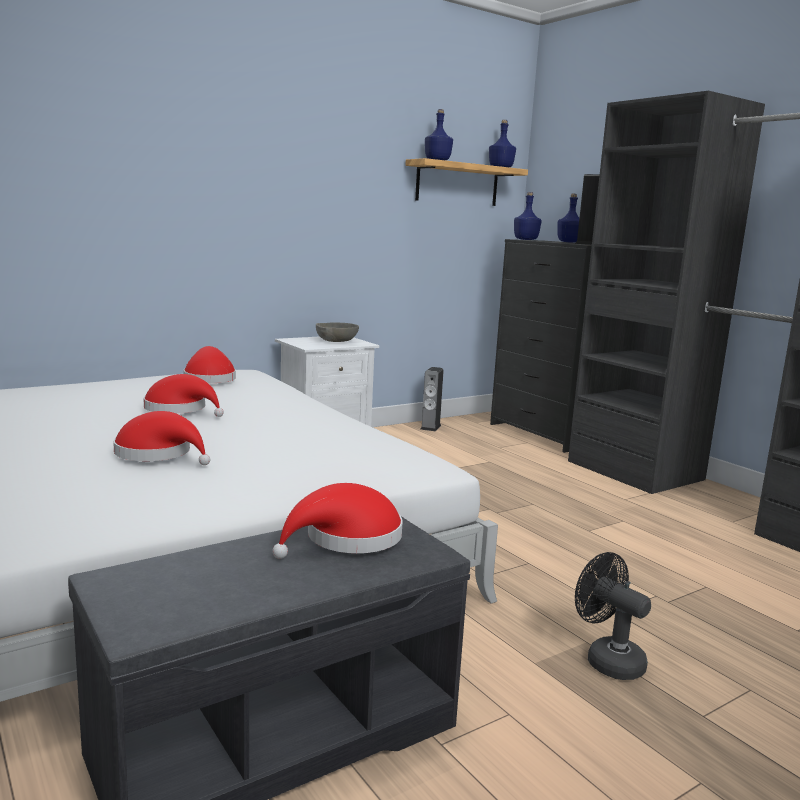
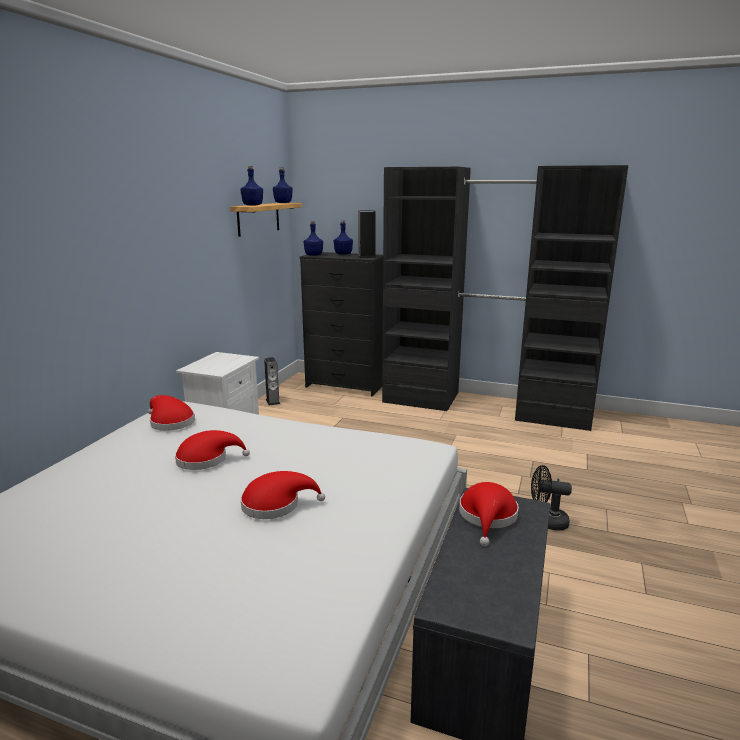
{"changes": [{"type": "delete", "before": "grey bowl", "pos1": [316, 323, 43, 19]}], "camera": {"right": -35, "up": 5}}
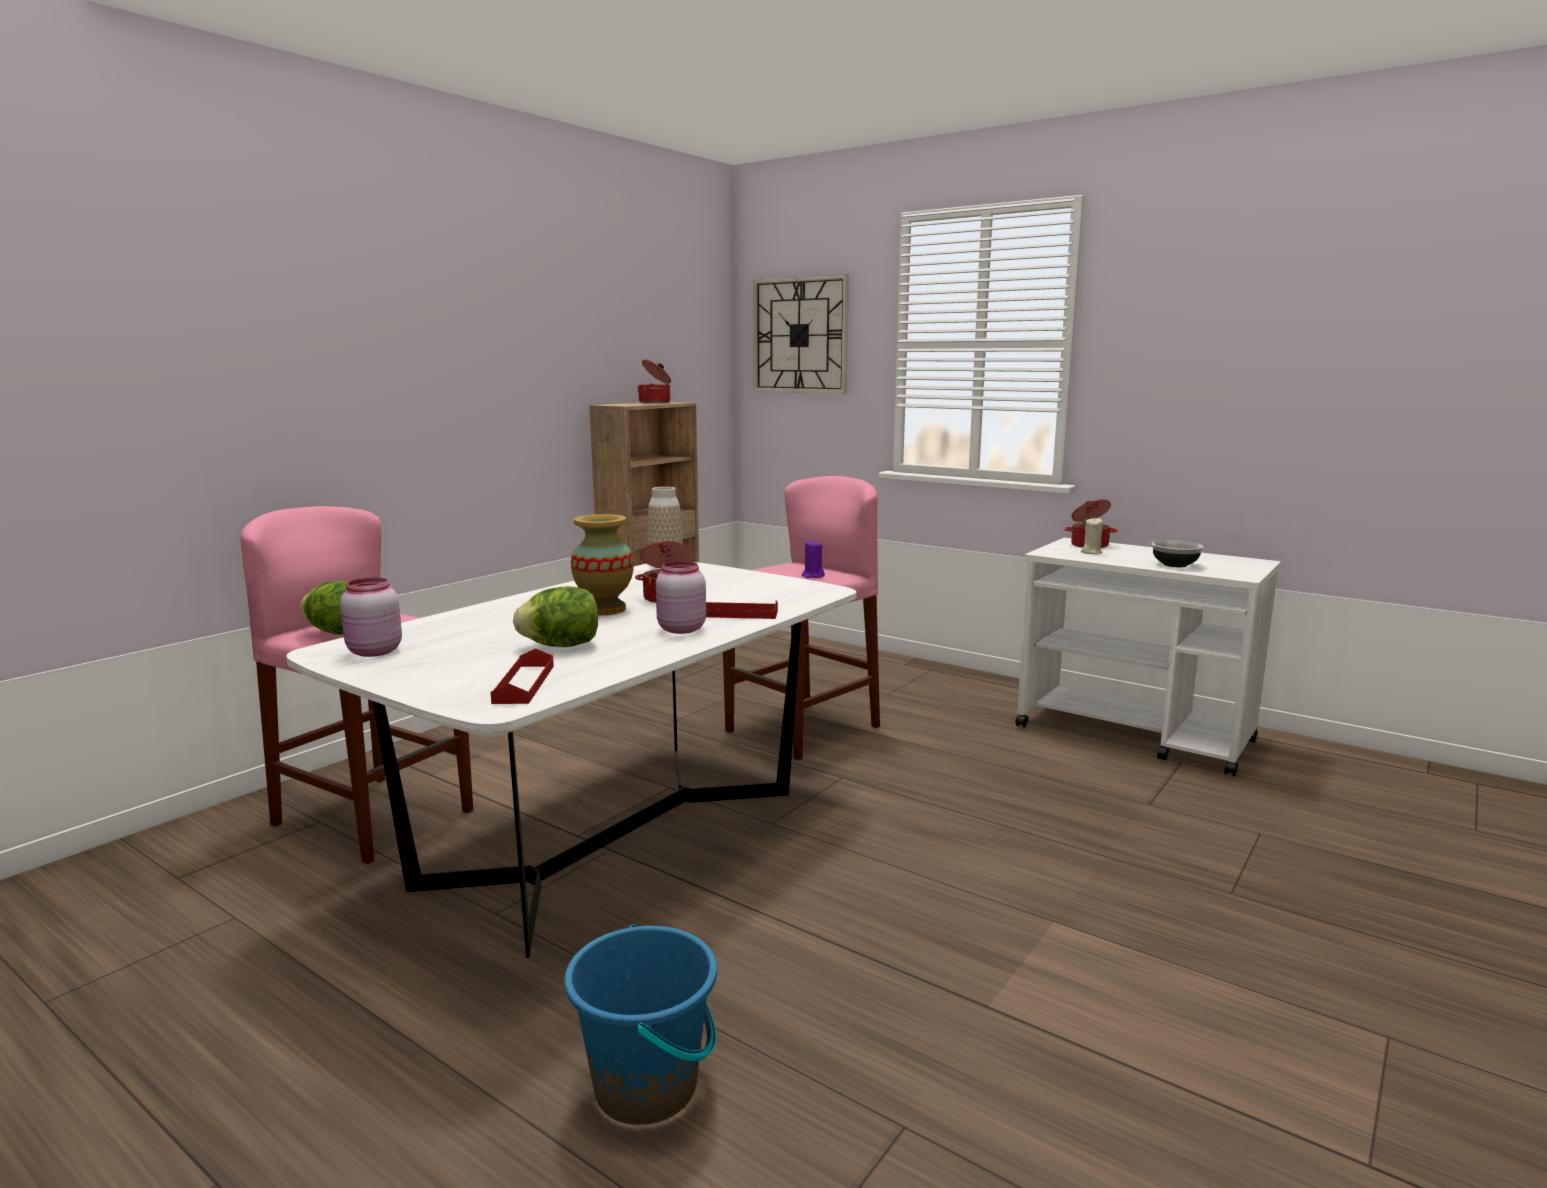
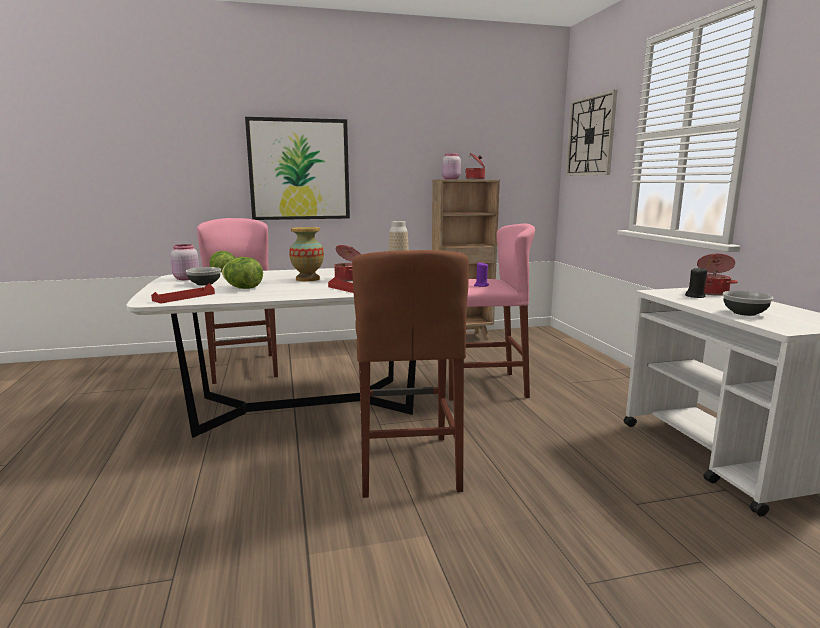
{"changes": [{"type": "insert", "after": "bowl", "pos2": [186, 267, 35, 18]}, {"type": "insert", "after": "picture", "pos2": [245, 117, 105, 103]}, {"type": "insert", "after": "brown stool", "pos2": [352, 250, 117, 248]}, {"type": "move", "before": "pink jar", "pos1": [656, 561, 50, 73], "pos2": [442, 153, 19, 26]}, {"type": "recolor", "before": "beige candle", "after": "black candle", "pos1": [1081, 517, 22, 37], "pos2": [685, 267, 22, 31]}, {"type": "delete", "before": "blue bucket", "pos1": [564, 924, 153, 201]}], "camera": {"right": 40, "up": 0}}
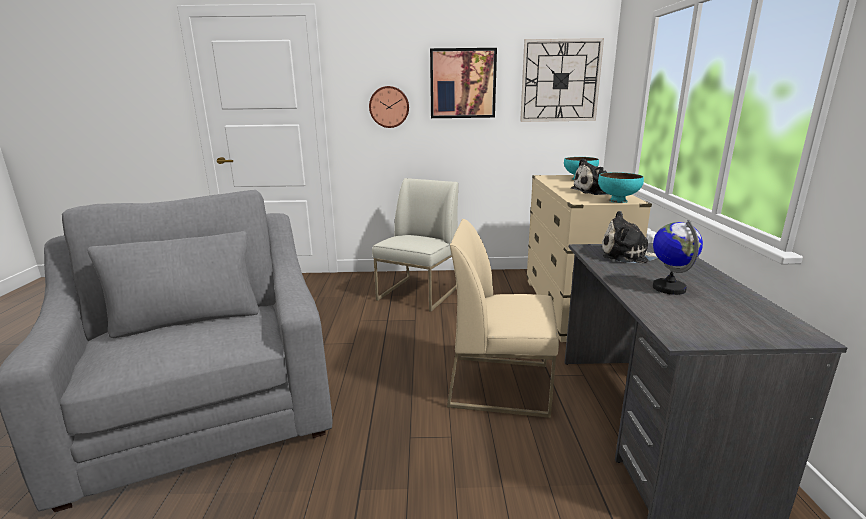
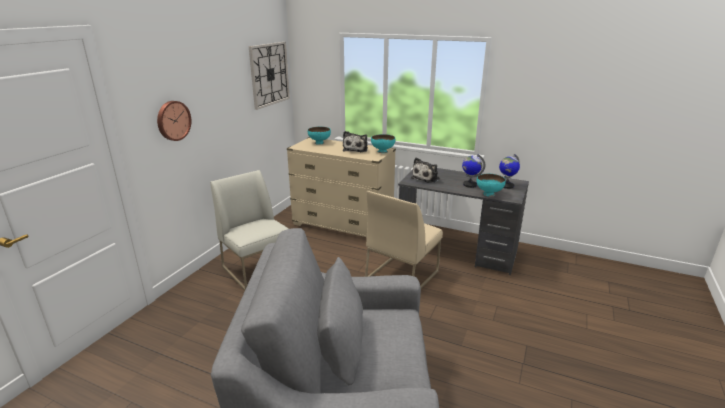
{"changes": [{"type": "insert", "after": "turquoise bowl", "pos2": [477, 174, 29, 23]}, {"type": "insert", "after": "globe", "pos2": [499, 154, 21, 35]}, {"type": "delete", "before": "picture", "pos1": [430, 48, 67, 70]}], "camera": {"right": -65, "up": 5}}
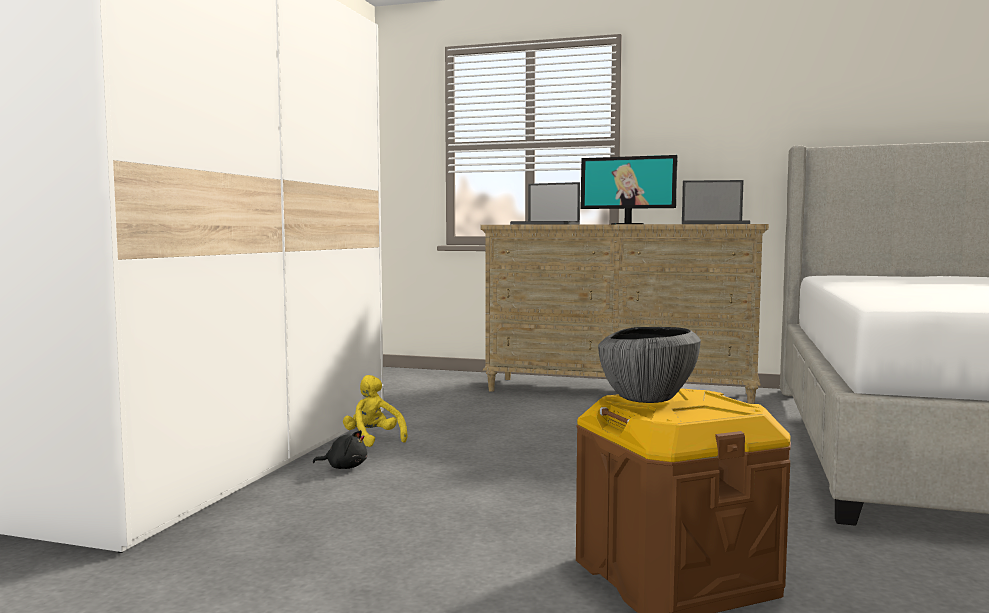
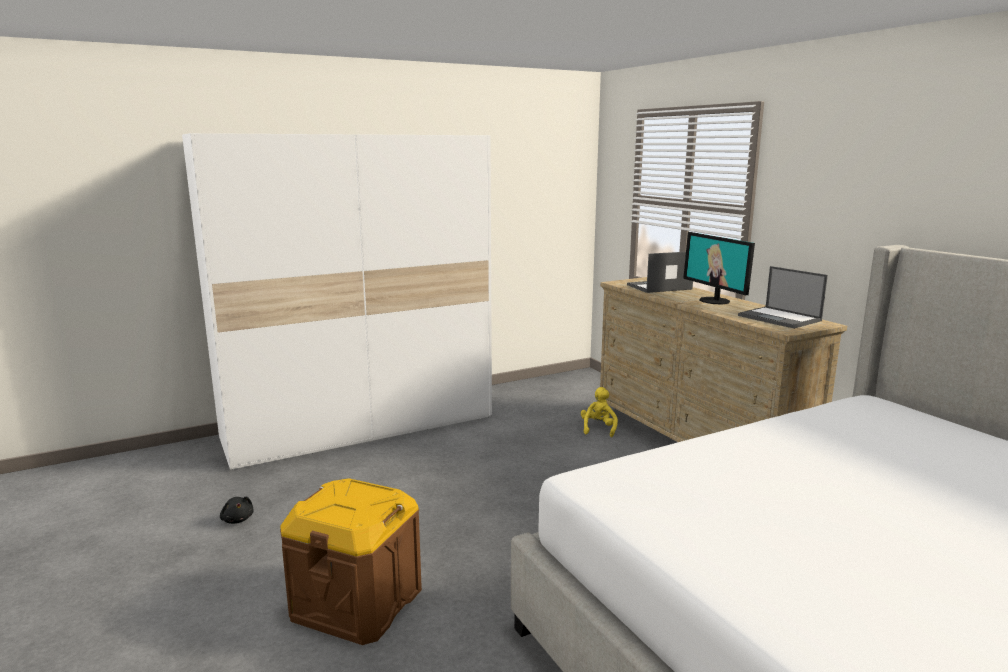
{"changes": [{"type": "move", "before": "black plush toy", "pos1": [313, 430, 54, 39], "pos2": [220, 497, 33, 27]}, {"type": "move", "before": "yellow plush toy", "pos1": [343, 375, 65, 72], "pos2": [581, 387, 37, 50]}, {"type": "rotate", "before": "laptop", "pos1": [510, 182, 70, 43], "pos2": [627, 252, 66, 41], "turn": 90}, {"type": "delete", "before": "bowl", "pos1": [598, 327, 103, 76]}], "camera": {"right": 45, "up": 10}}
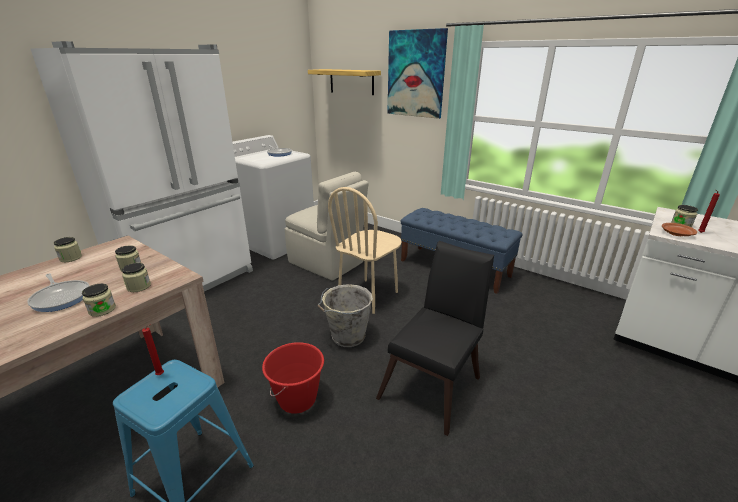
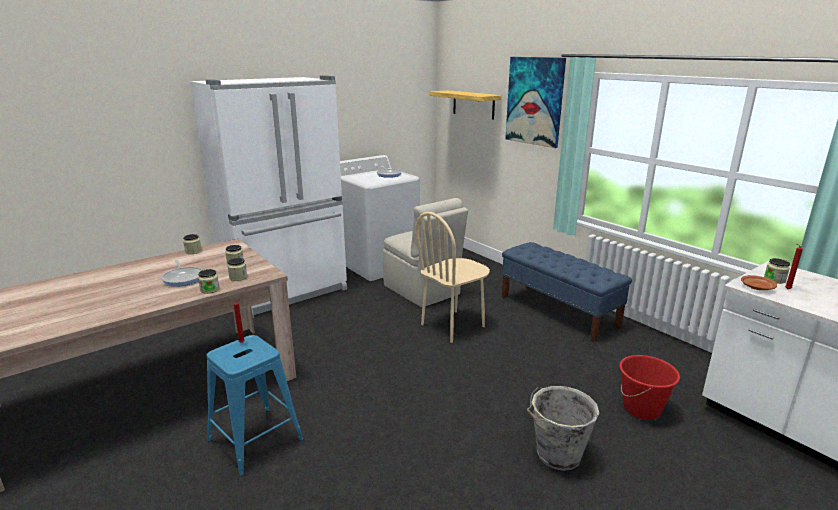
{"changes": [{"type": "move", "before": "grey bucket", "pos1": [318, 284, 55, 63], "pos2": [527, 386, 72, 85]}, {"type": "move", "before": "red bucket", "pos1": [262, 342, 62, 72], "pos2": [619, 355, 61, 65]}, {"type": "delete", "before": "black chair", "pos1": [376, 241, 118, 195]}], "camera": {"right": 15, "up": -5}}
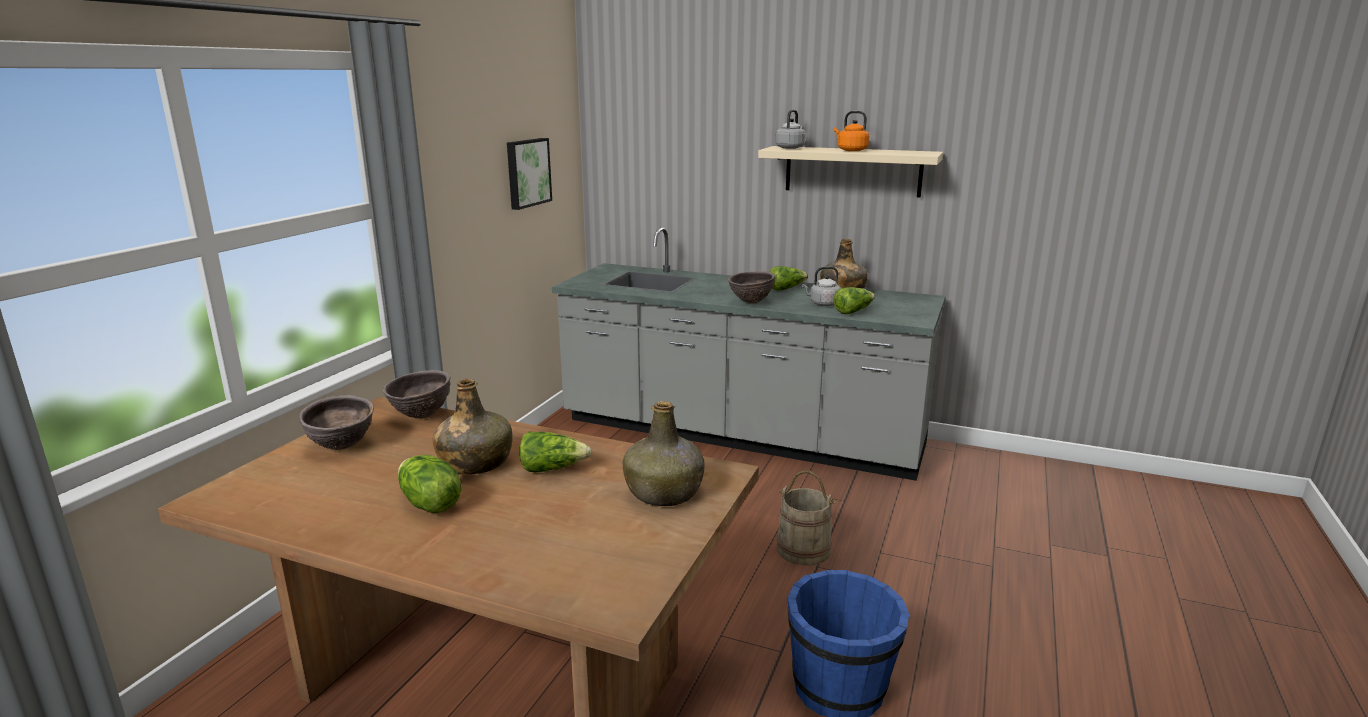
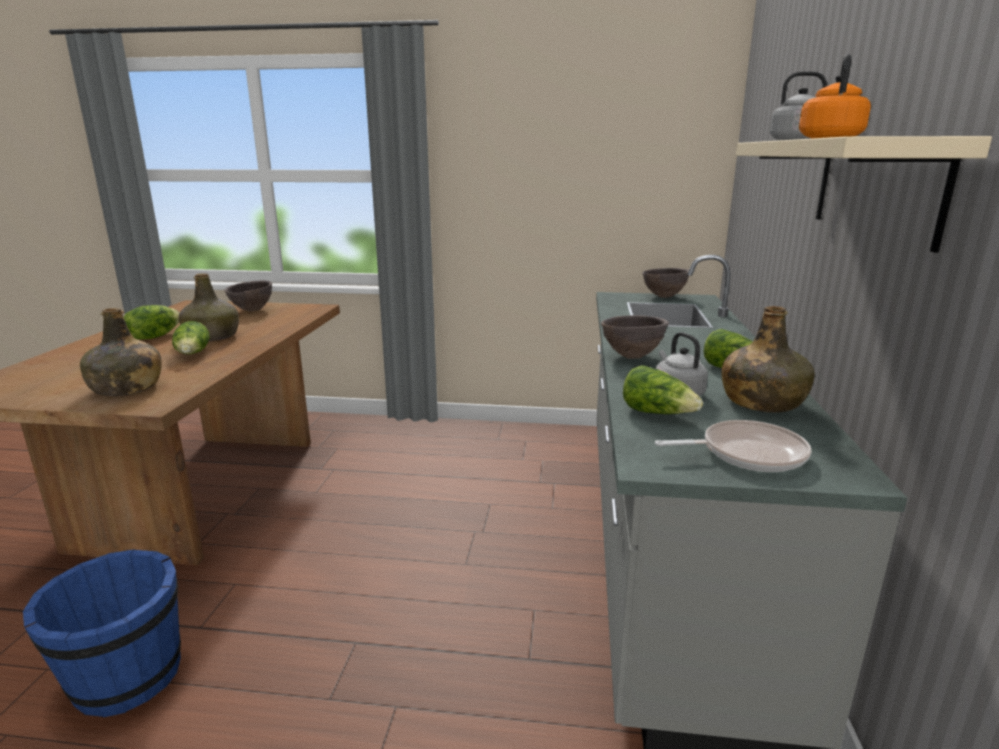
{"changes": [{"type": "move", "before": "brown bowl", "pos1": [383, 370, 67, 49], "pos2": [642, 268, 47, 30]}, {"type": "insert", "after": "frying pan", "pos2": [655, 420, 156, 52]}, {"type": "delete", "before": "picture", "pos1": [507, 138, 45, 72]}, {"type": "delete", "before": "beige bucket", "pos1": [777, 470, 59, 95]}], "camera": {"right": 75, "up": 0}}
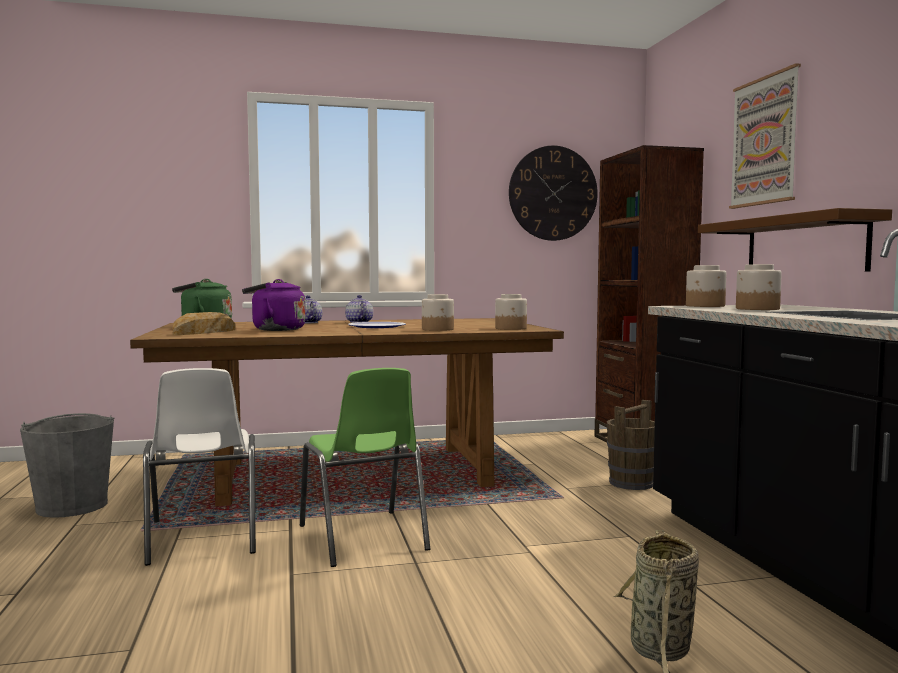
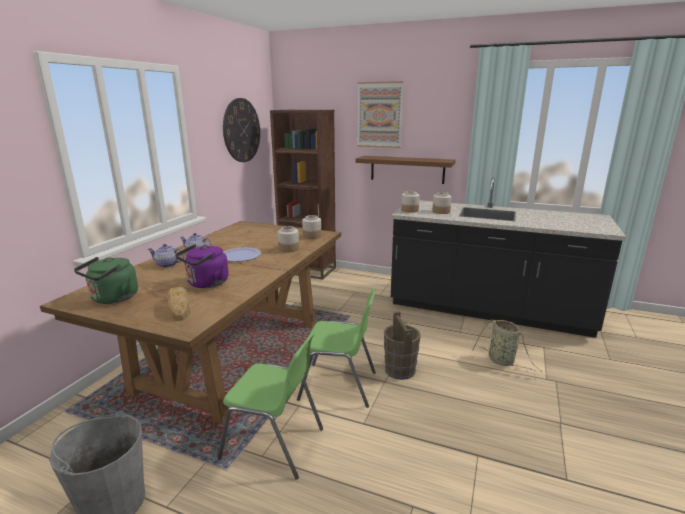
{"changes": [{"type": "recolor", "before": "white chair", "after": "green chair", "pos1": [143, 368, 113, 198], "pos2": [217, 333, 106, 147]}, {"type": "move", "before": "brown bucket", "pos1": [607, 400, 48, 90], "pos2": [384, 312, 37, 68]}], "camera": {"right": -55, "up": 15}}
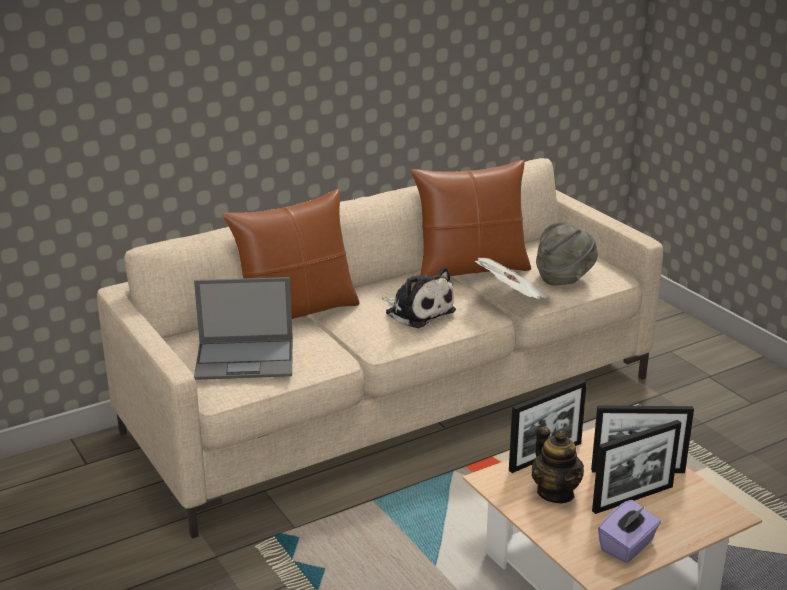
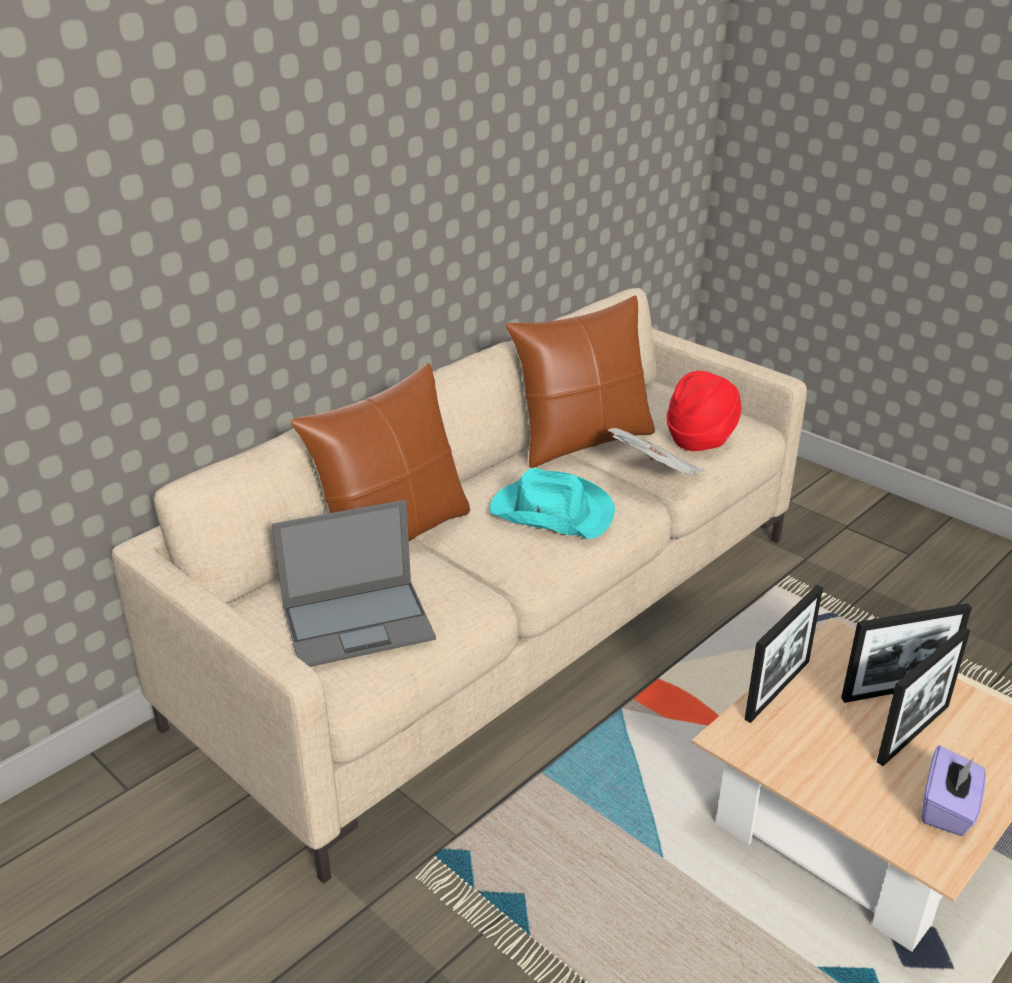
{"changes": [{"type": "replace", "before": "plush toy", "after": "turquoise hat", "pos1": [382, 267, 74, 61], "pos2": [490, 468, 125, 71]}, {"type": "recolor", "before": "grey hat", "after": "red hat", "pos1": [536, 222, 62, 64], "pos2": [666, 371, 75, 80]}, {"type": "delete", "before": "teapot", "pos1": [532, 426, 52, 77]}], "camera": {"right": -15, "up": 5}}
